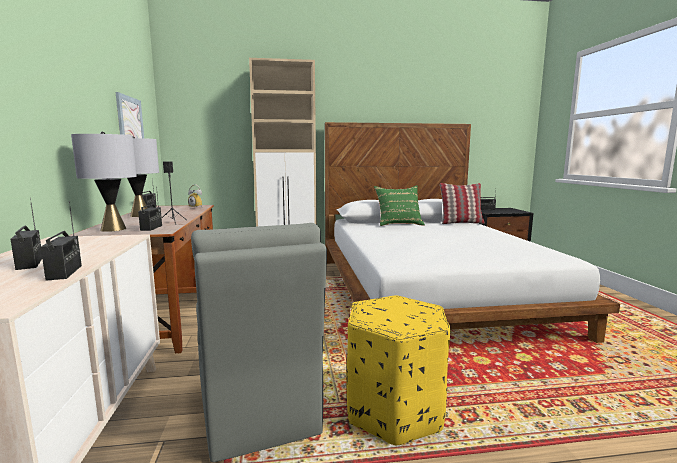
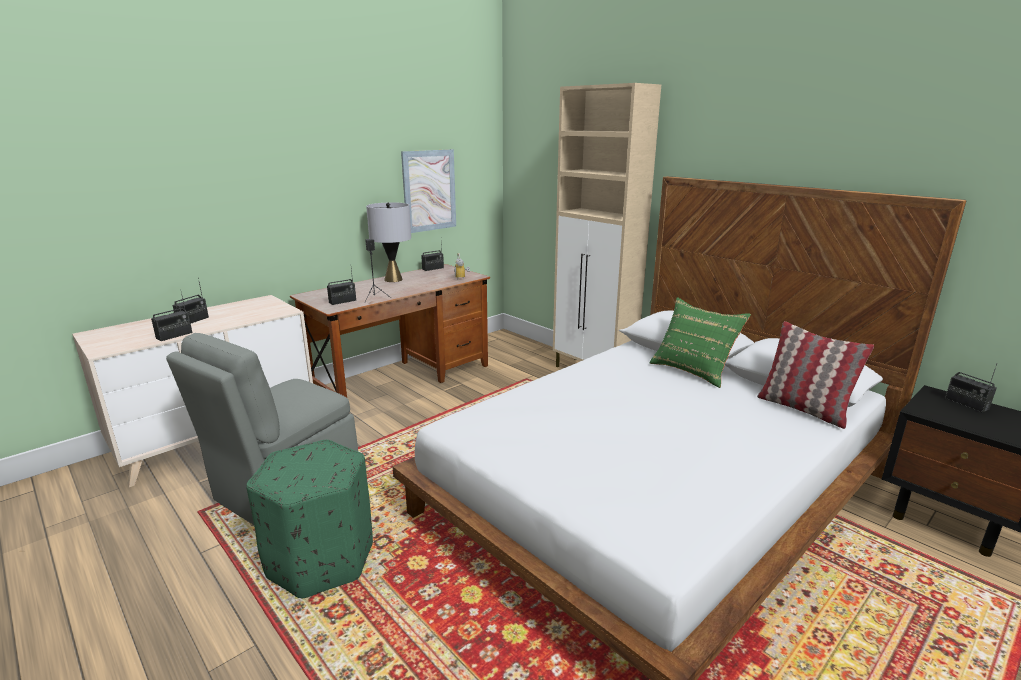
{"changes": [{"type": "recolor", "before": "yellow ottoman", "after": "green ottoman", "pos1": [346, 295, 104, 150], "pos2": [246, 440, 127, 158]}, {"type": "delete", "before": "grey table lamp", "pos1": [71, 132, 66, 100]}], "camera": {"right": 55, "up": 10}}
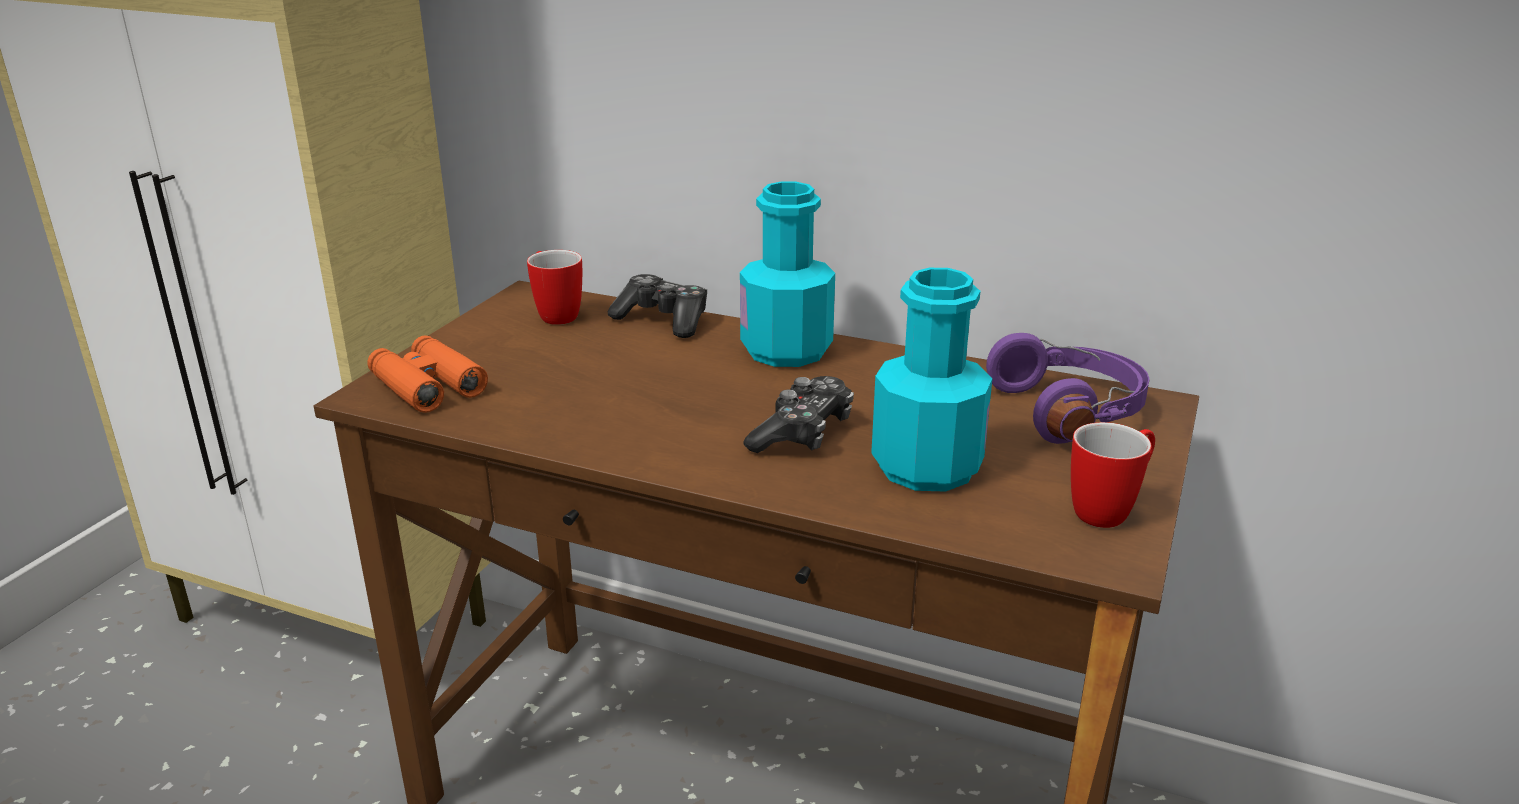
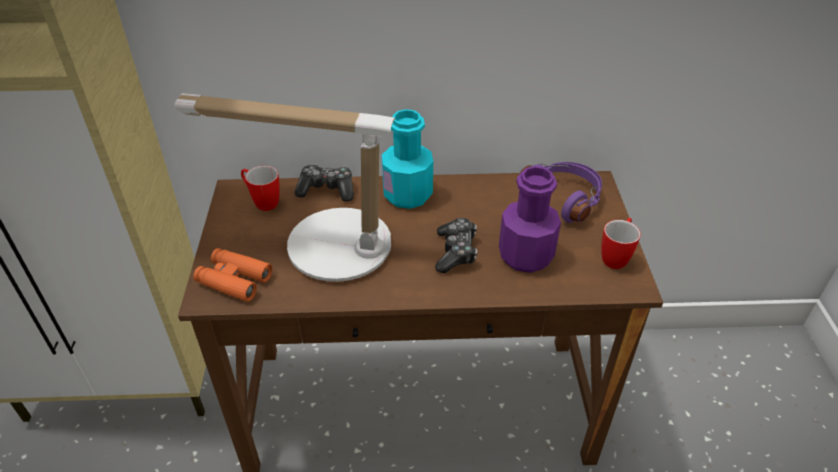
{"changes": [{"type": "insert", "after": "table lamp", "pos2": [174, 93, 221, 189]}, {"type": "recolor", "before": "turquoise bottle", "after": "purple bottle", "pos1": [871, 268, 122, 224], "pos2": [499, 166, 62, 107]}], "camera": {"right": -25, "up": 15}}
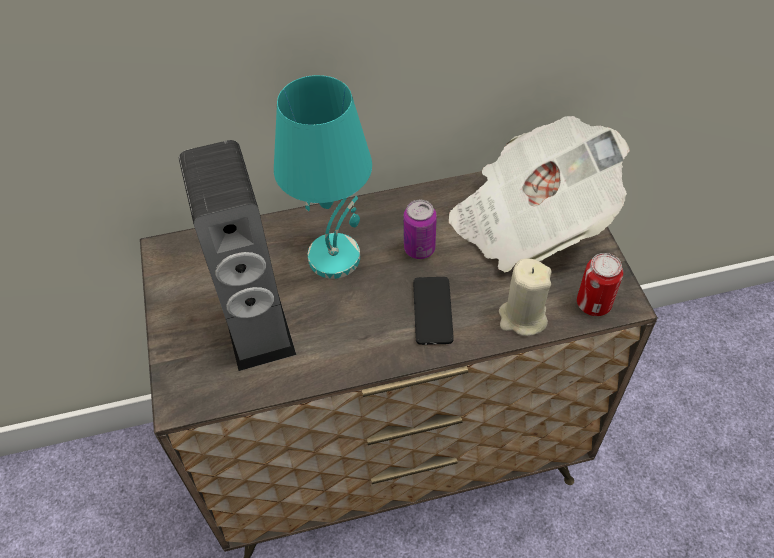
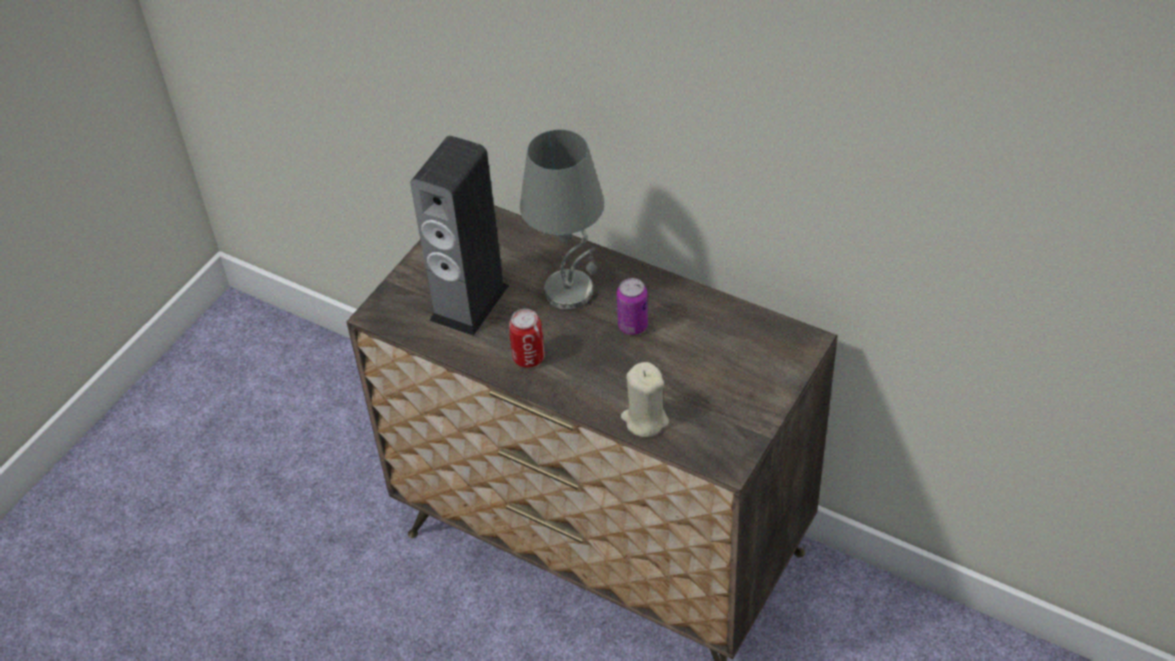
{"changes": [{"type": "move", "before": "can", "pos1": [577, 253, 46, 63], "pos2": [509, 309, 36, 59]}, {"type": "recolor", "before": "turquoise table lamp", "after": "grey table lamp", "pos1": [274, 75, 98, 204], "pos2": [520, 129, 84, 180]}, {"type": "delete", "before": "phone", "pos1": [413, 277, 41, 68]}, {"type": "delete", "before": "newspaper", "pos1": [449, 116, 181, 156]}], "camera": {"right": 45, "up": -5}}
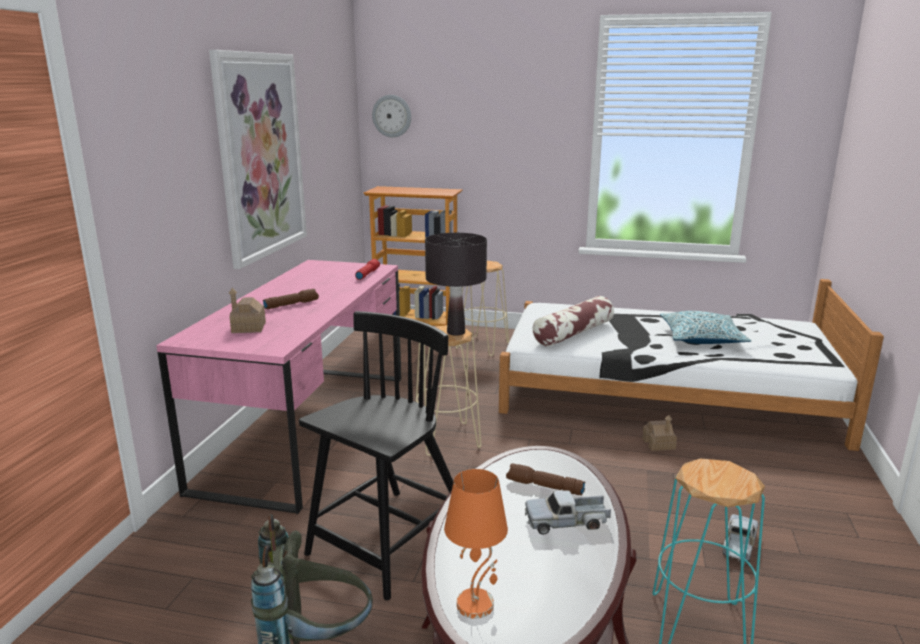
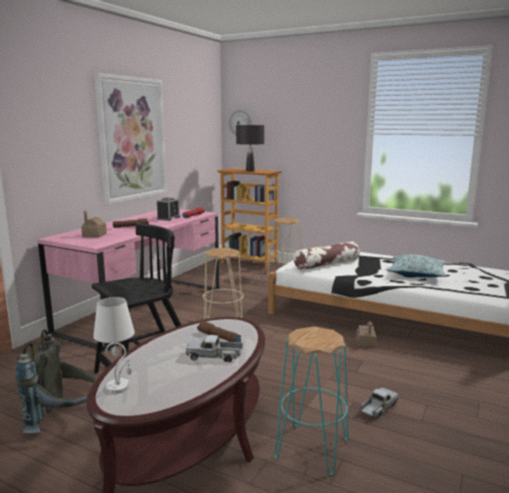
{"changes": [{"type": "recolor", "before": "orange table lamp", "after": "white table lamp", "pos1": [444, 469, 64, 150], "pos2": [93, 297, 42, 97]}, {"type": "insert", "after": "alarm clock", "pos2": [157, 197, 23, 24]}, {"type": "move", "before": "black table lamp", "pos1": [425, 233, 62, 103], "pos2": [236, 125, 28, 46]}], "camera": {"right": 15, "up": -5}}
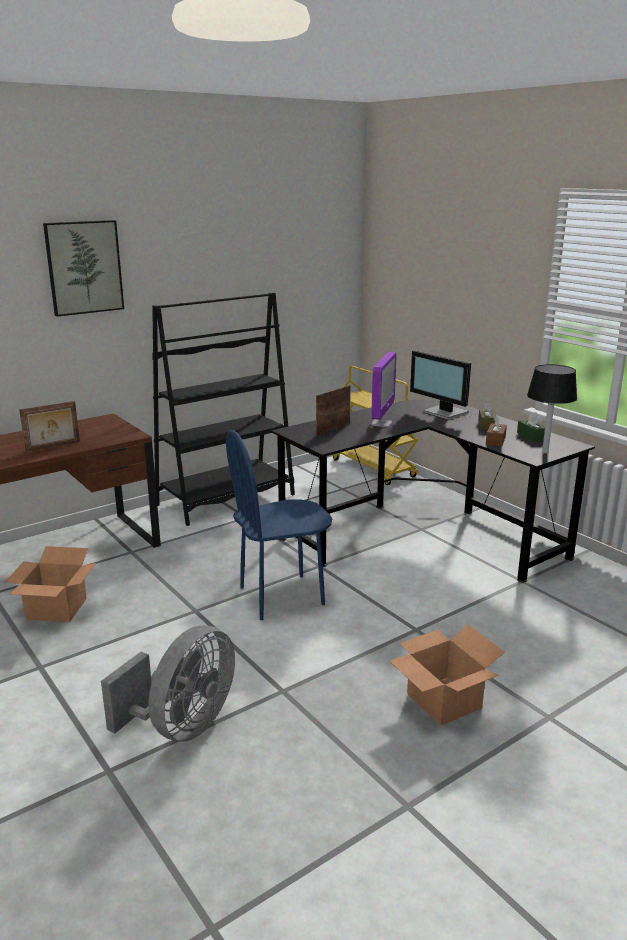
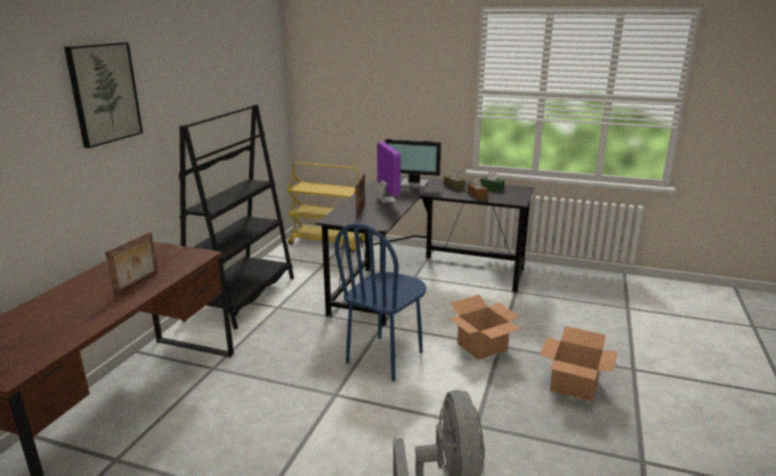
{"changes": [{"type": "move", "before": "cardboard box", "pos1": [5, 546, 91, 76], "pos2": [449, 295, 73, 65]}, {"type": "delete", "before": "black table lamp", "pos1": [527, 364, 50, 89]}], "camera": {"right": -35, "up": 0}}
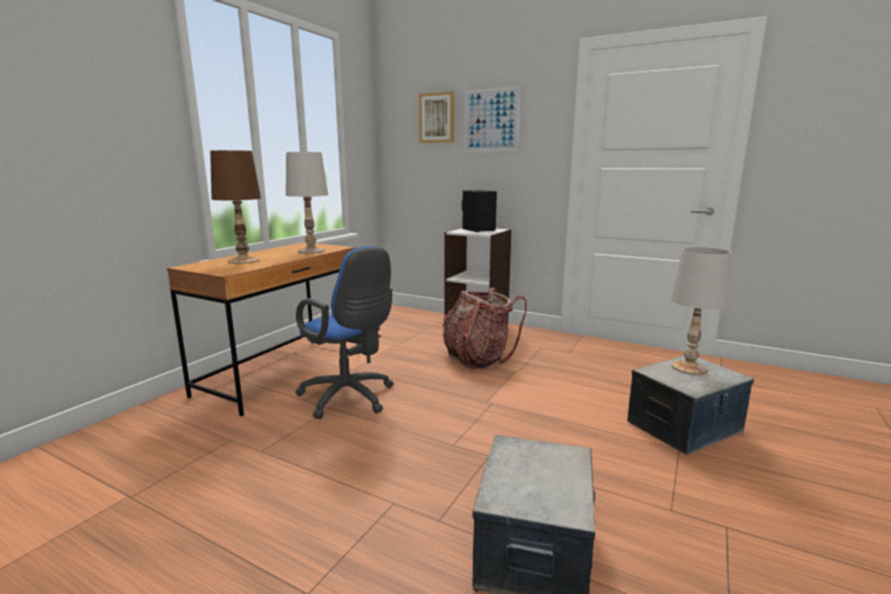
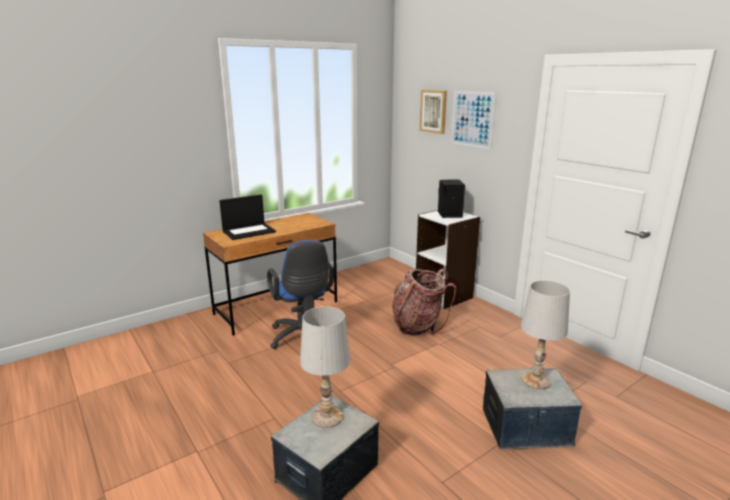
{"changes": [{"type": "replace", "before": "brown table lamp", "after": "laptop", "pos1": [210, 150, 51, 114], "pos2": [219, 194, 57, 46]}, {"type": "move", "before": "white table lamp", "pos1": [286, 152, 42, 102], "pos2": [300, 306, 50, 122]}], "camera": {"right": 25, "up": 5}}
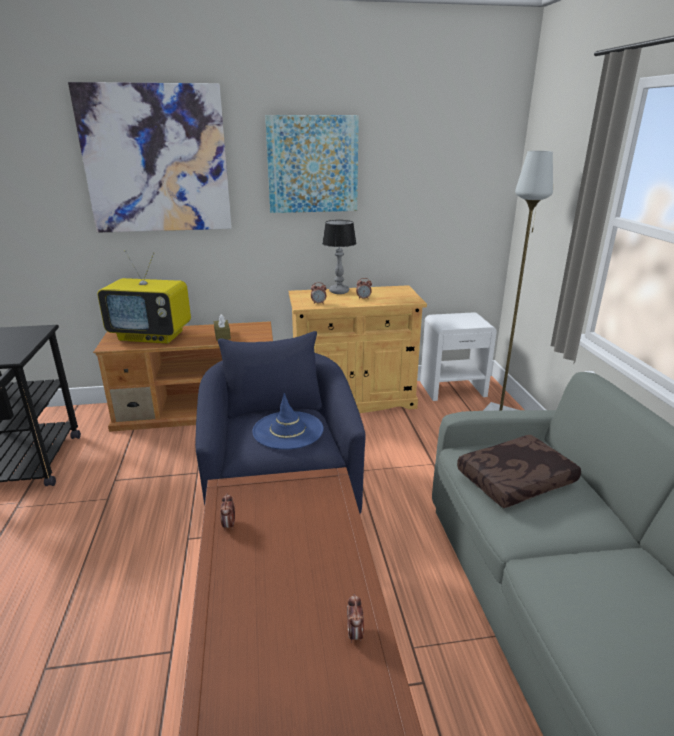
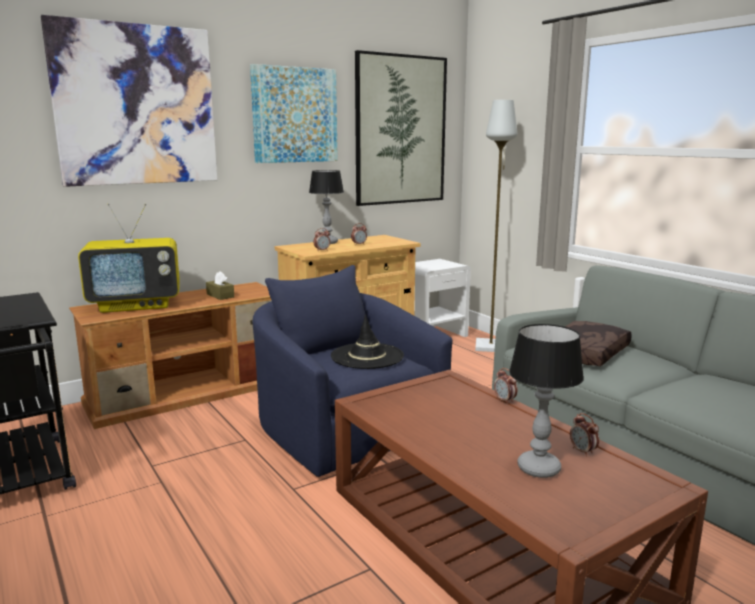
{"changes": [{"type": "recolor", "before": "blue hat", "after": "black hat", "pos1": [252, 393, 71, 57], "pos2": [331, 314, 73, 55]}, {"type": "insert", "after": "picture", "pos2": [355, 50, 92, 156]}, {"type": "move", "before": "alarm clock", "pos1": [220, 493, 15, 38], "pos2": [494, 368, 23, 36]}, {"type": "insert", "after": "table lamp", "pos2": [509, 324, 75, 154]}], "camera": {"right": -25, "up": -10}}
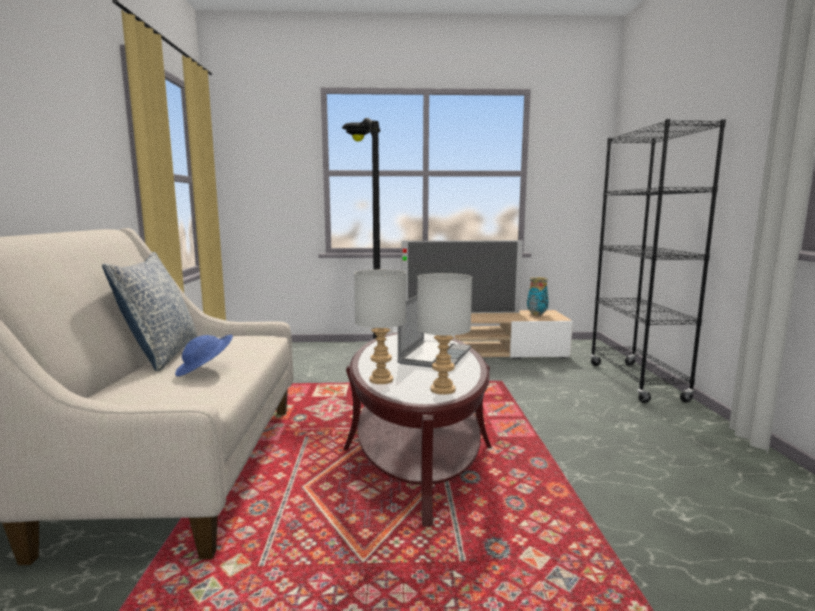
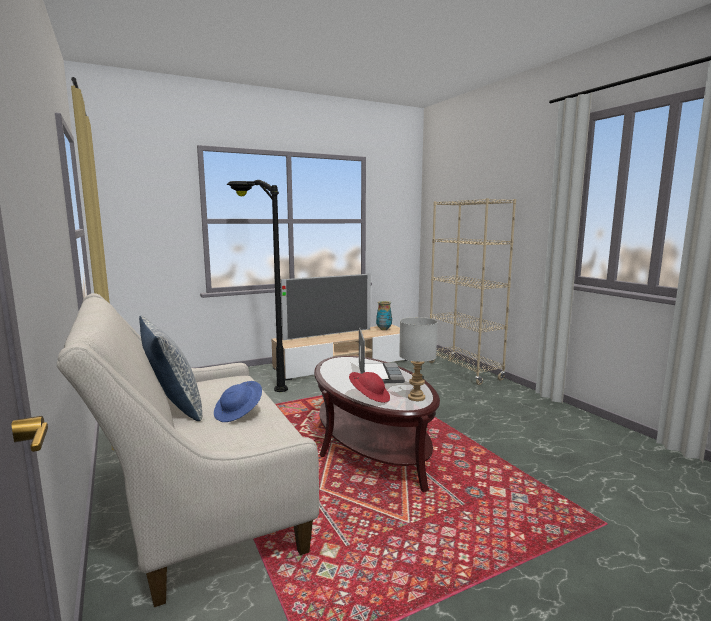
{"changes": [{"type": "replace", "before": "grey table lamp", "after": "red hat", "pos1": [354, 269, 52, 115], "pos2": [349, 372, 41, 31]}, {"type": "recolor", "before": "black bookcase", "after": "beige bookcase", "pos1": [590, 119, 136, 284], "pos2": [429, 198, 87, 187]}], "camera": {"right": -25, "up": 0}}
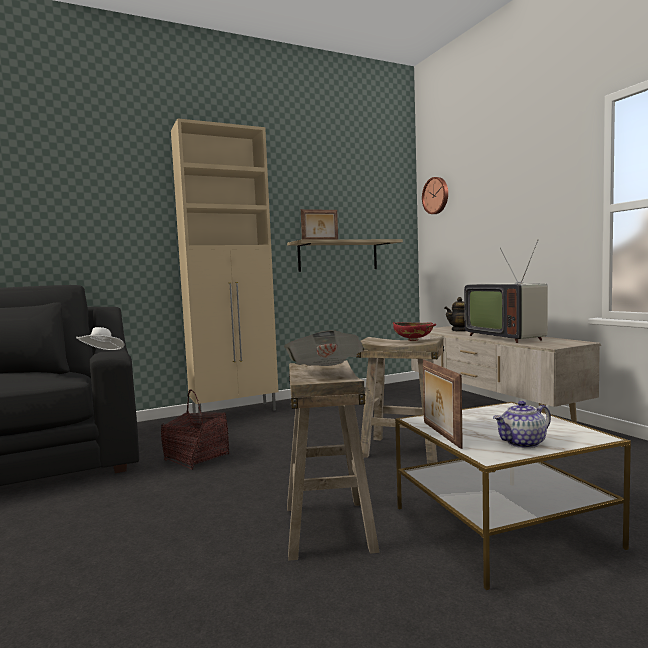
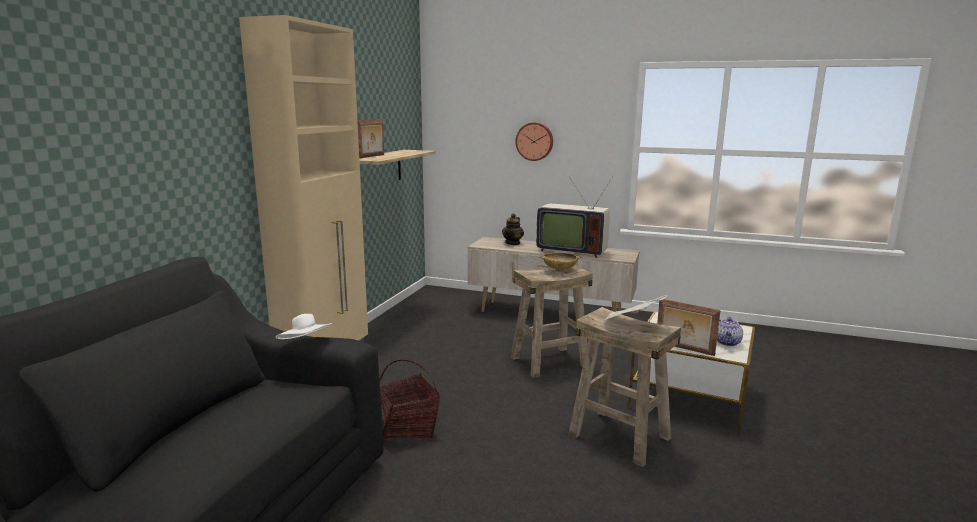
{"changes": [{"type": "move", "before": "wall clock", "pos1": [422, 177, 26, 37], "pos2": [516, 122, 37, 39]}, {"type": "recolor", "before": "red bowl", "after": "beige bowl", "pos1": [392, 322, 44, 19], "pos2": [539, 253, 43, 19]}], "camera": {"right": -45, "up": 10}}
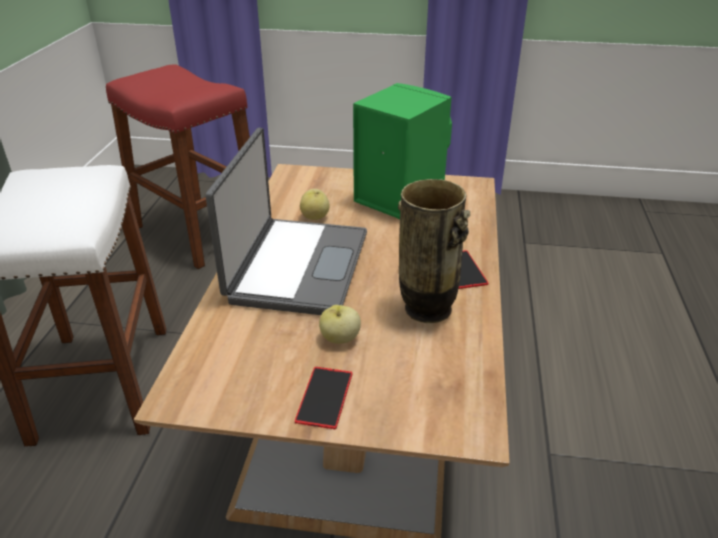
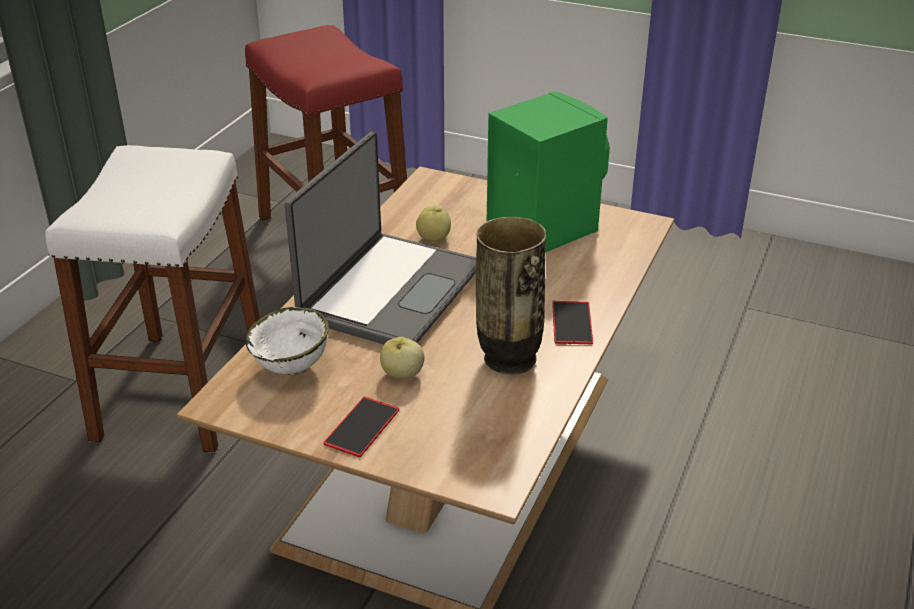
{"changes": [{"type": "insert", "after": "white bowl", "pos2": [245, 307, 84, 68]}], "camera": {"right": 15, "up": 0}}
